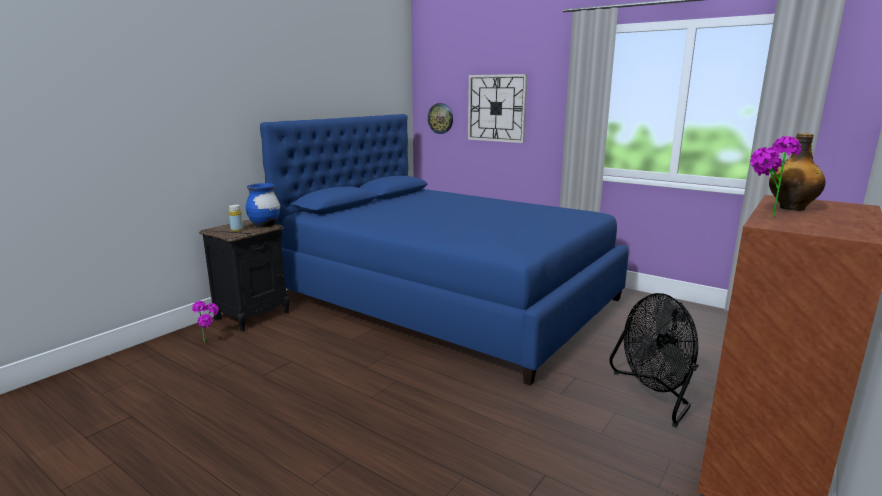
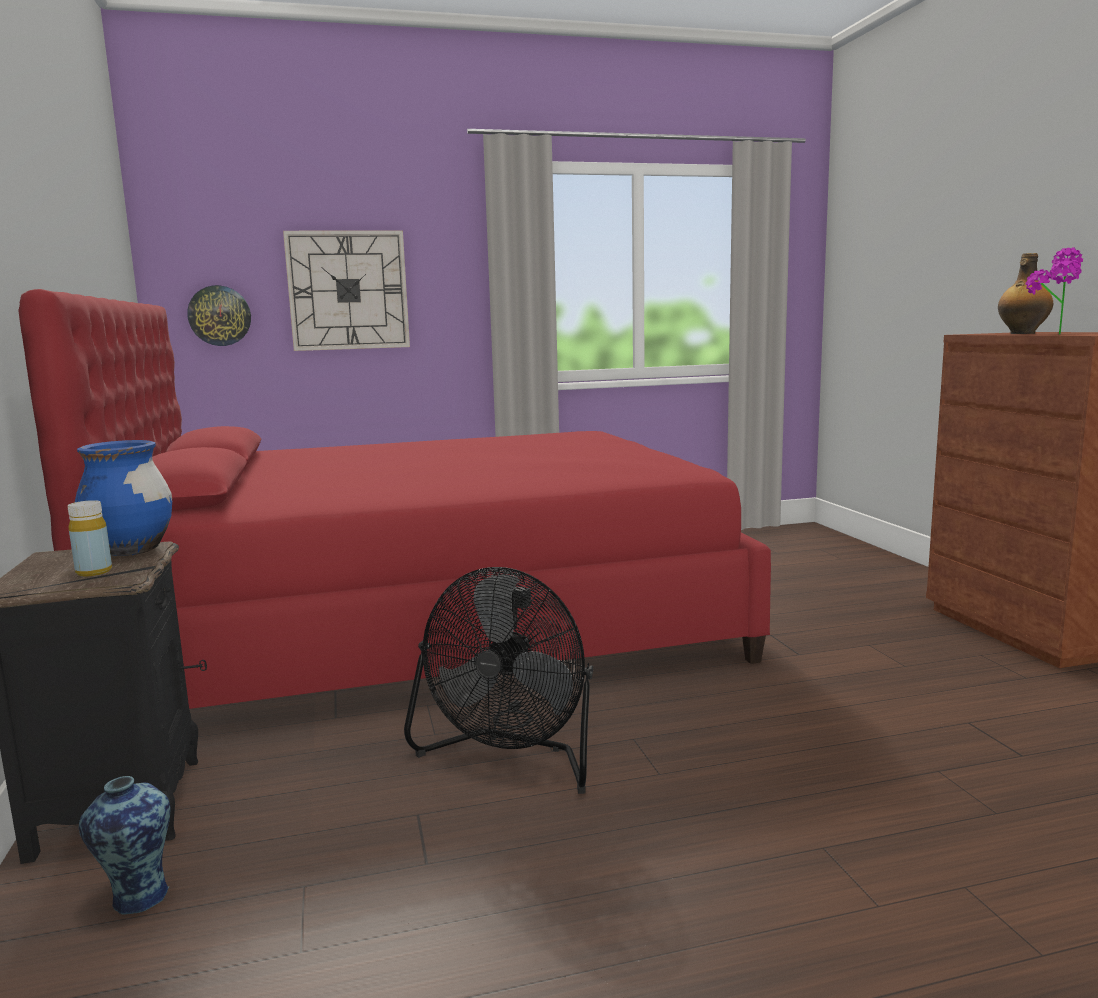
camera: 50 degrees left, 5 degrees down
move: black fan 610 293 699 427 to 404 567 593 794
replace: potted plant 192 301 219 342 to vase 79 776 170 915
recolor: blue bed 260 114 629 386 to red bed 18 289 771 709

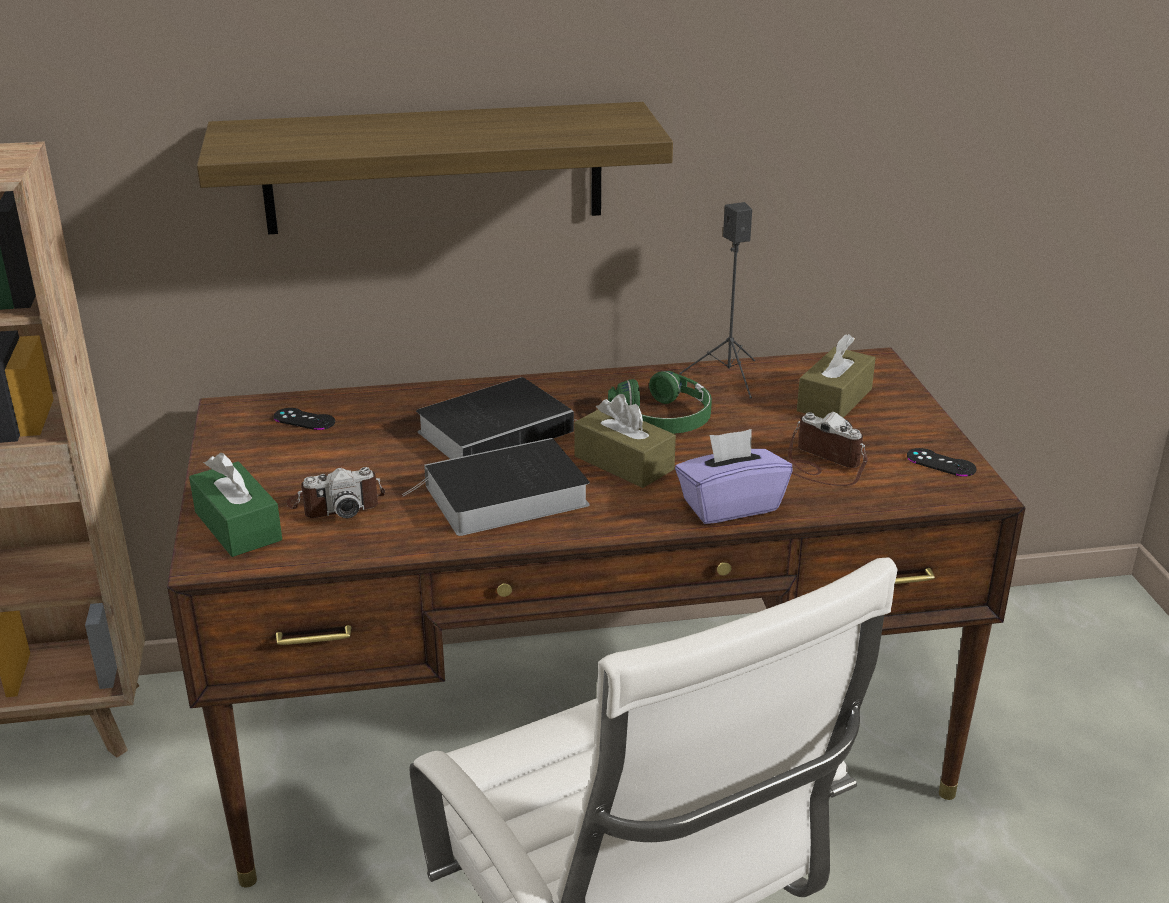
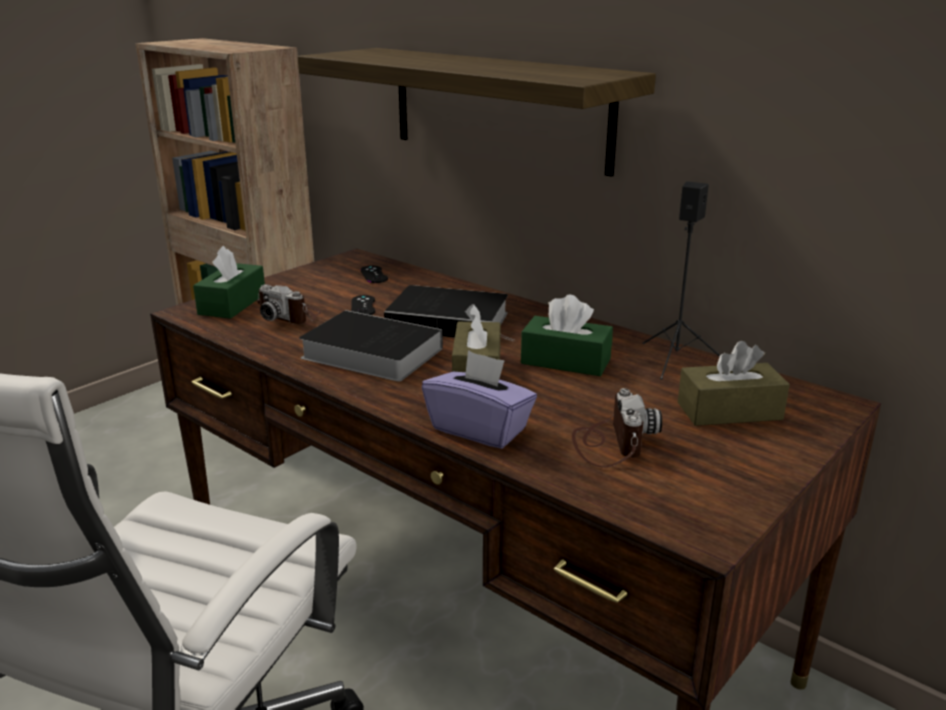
camera: 50 degrees right, 5 degrees down
move: black game controller 907 448 976 477 to 351 295 375 315
replace: green headphones 608 371 712 434 to green tissue box 521 295 613 376

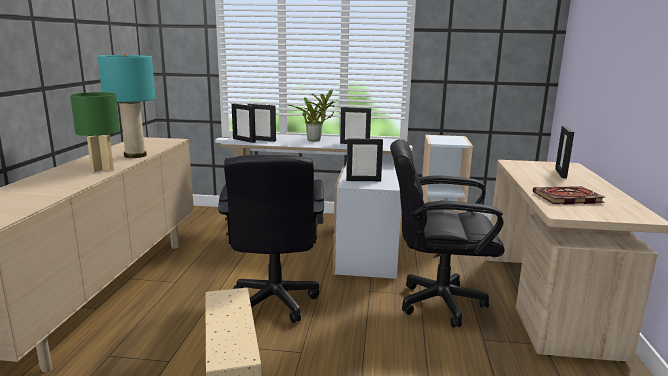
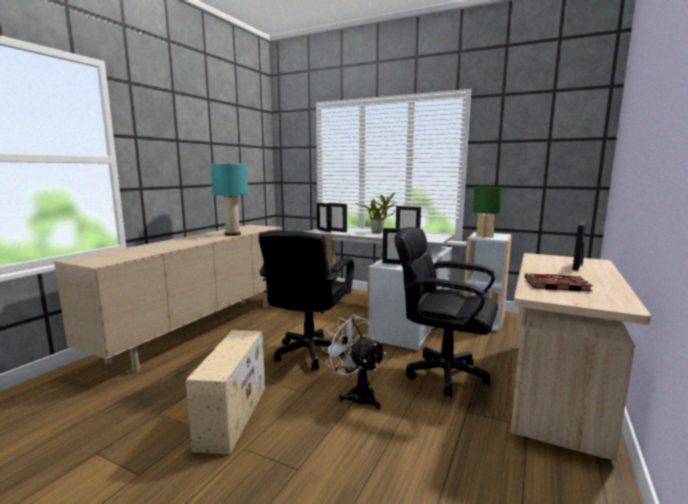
camera: 20 degrees right, 5 degrees down
insert: white fan 322 314 386 409
move: green table lamp 70 92 120 172 to 473 187 503 238

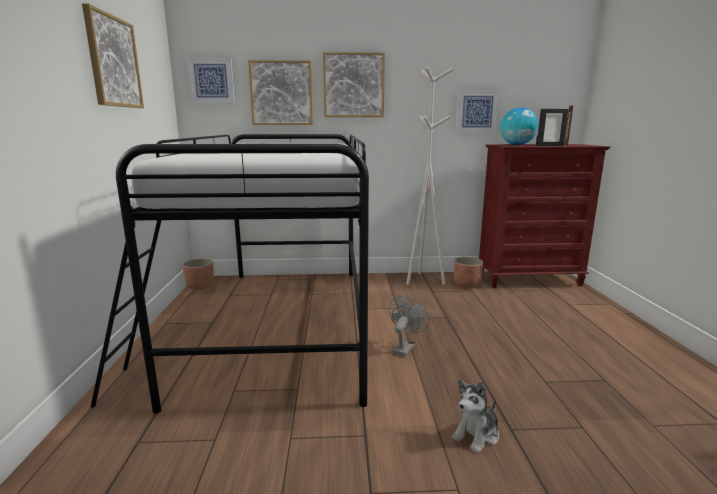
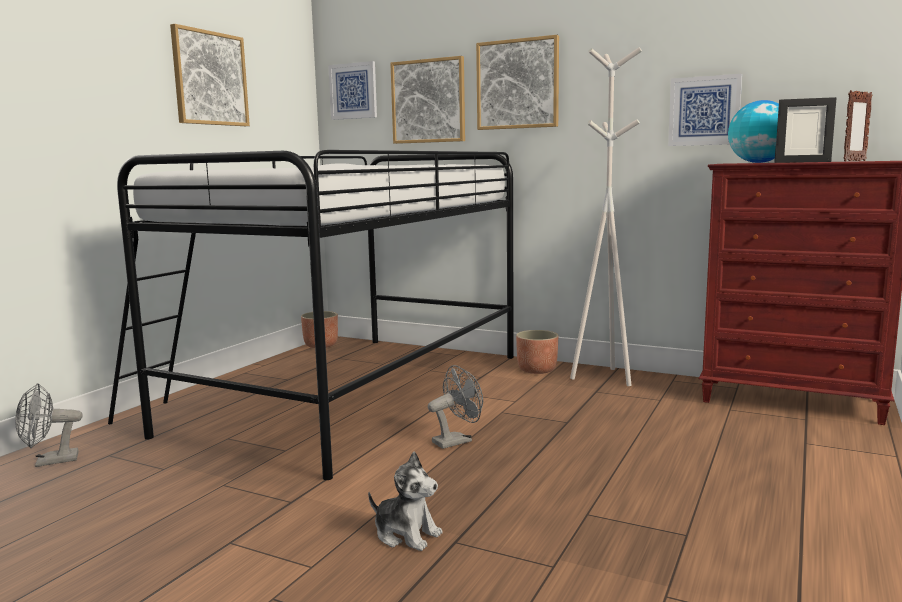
camera: 30 degrees right, 5 degrees down
insert: grey fan 15 383 82 467
move: planter 454 257 484 287 to 516 330 559 374
rotate: plush toy 452 379 499 453 = 368 452 443 551 135 degrees counterclockwise

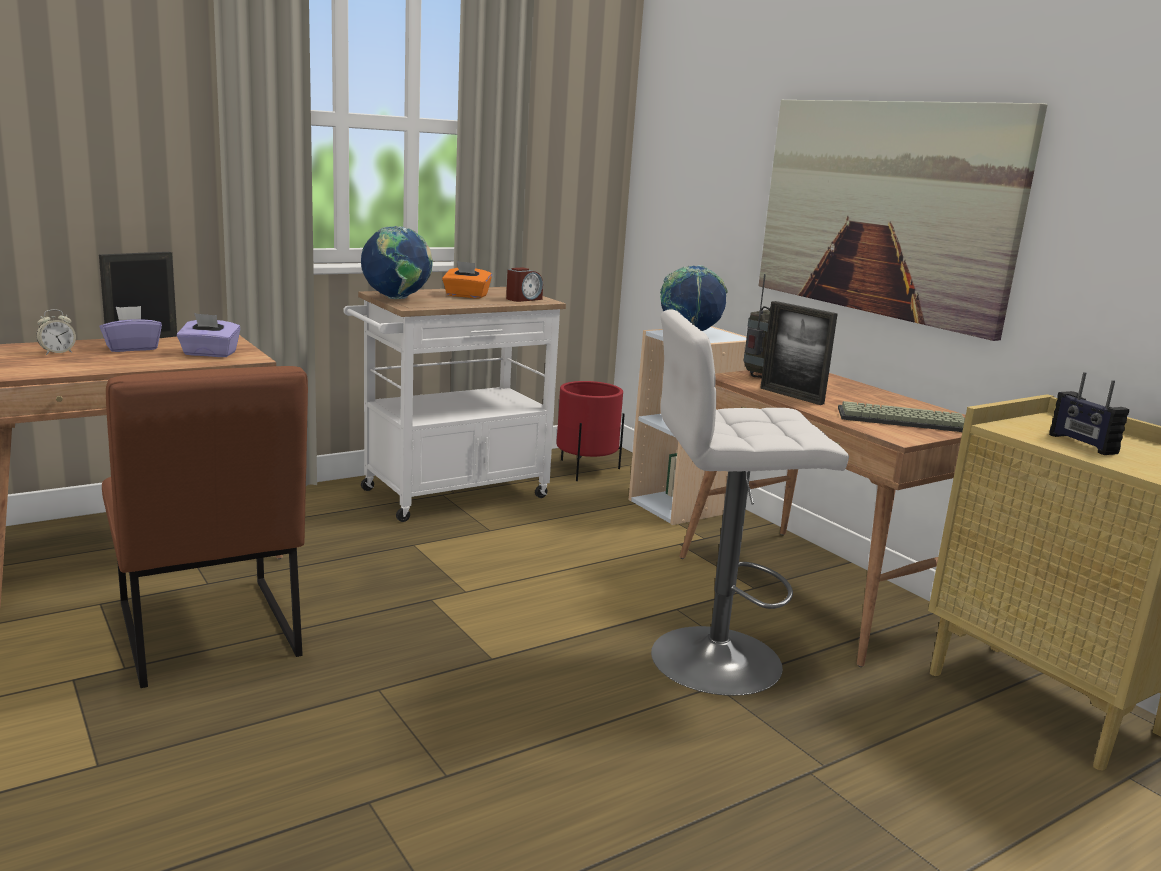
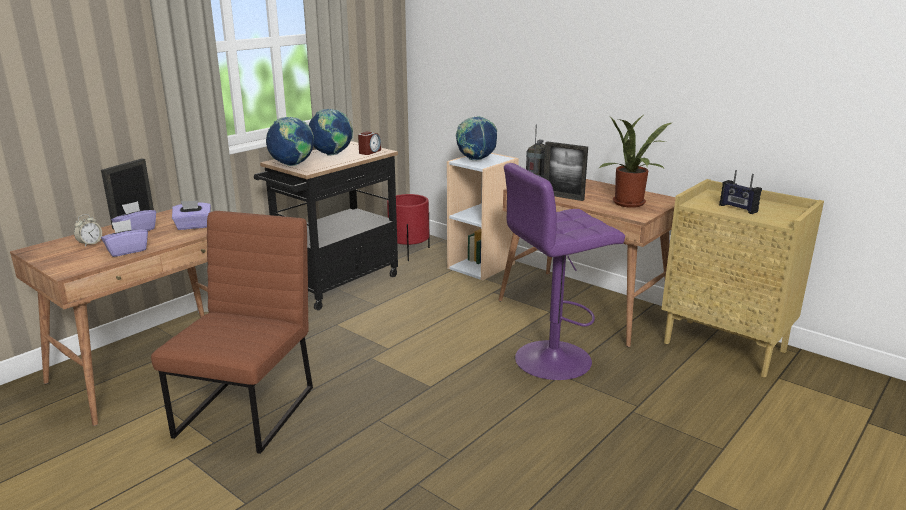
camera: 15 degrees left, 5 degrees up
delete: picture 759 99 1047 341
insert: purple tissue box 101 219 148 257
replace: orange tissue box 442 261 492 299 to globe 309 109 353 156; keyboard 838 401 965 432 to potted plant 598 115 671 208
recolor: white cart 343 287 566 522 to black cart 254 141 398 310; white stool 651 309 849 696 to purple stool 504 163 625 380
rotate: brown chair 102 366 308 688 = 151 211 313 454 120 degrees counterclockwise

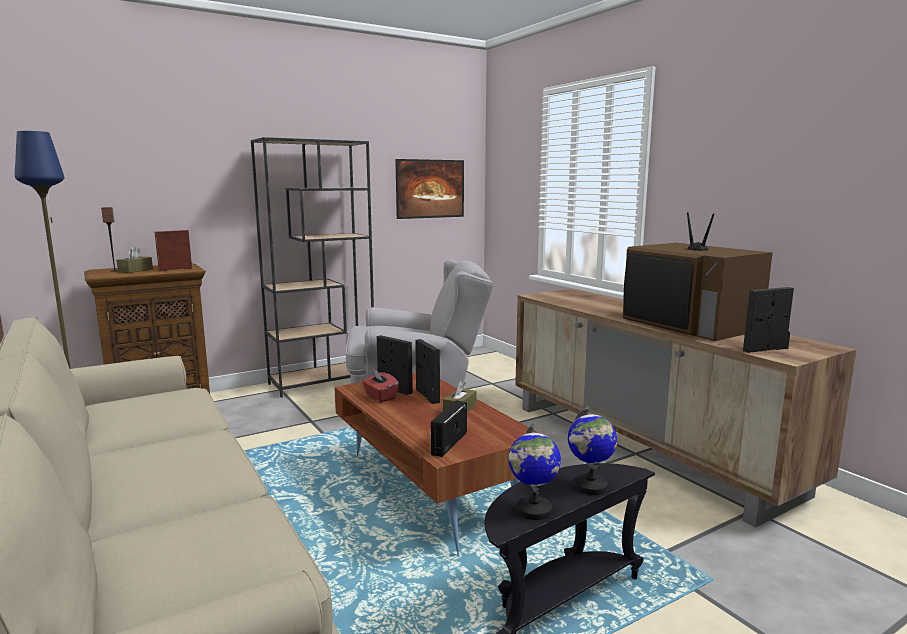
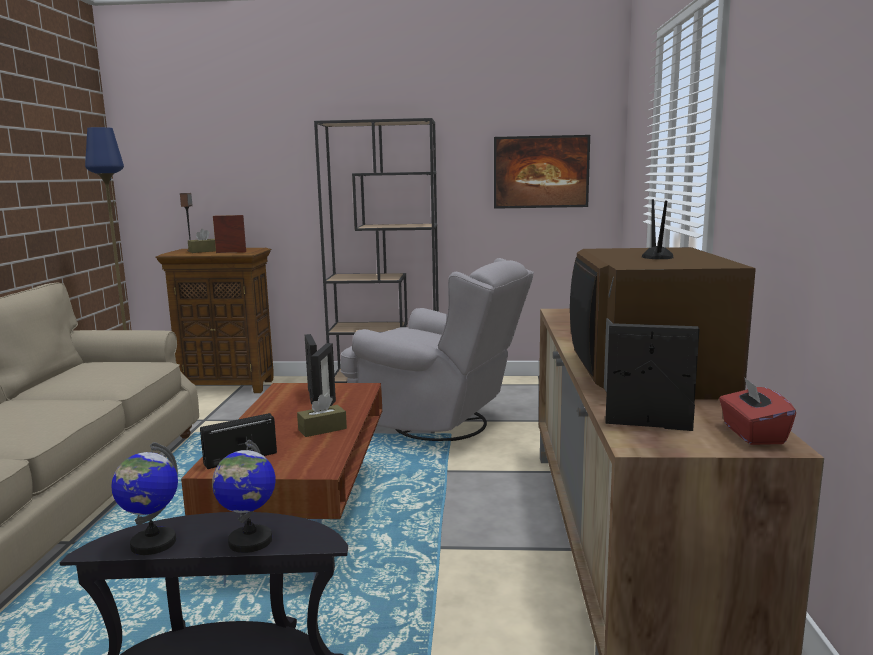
camera: 35 degrees right, 0 degrees up
move: red tissue box 362 369 399 402 to 719 377 796 445

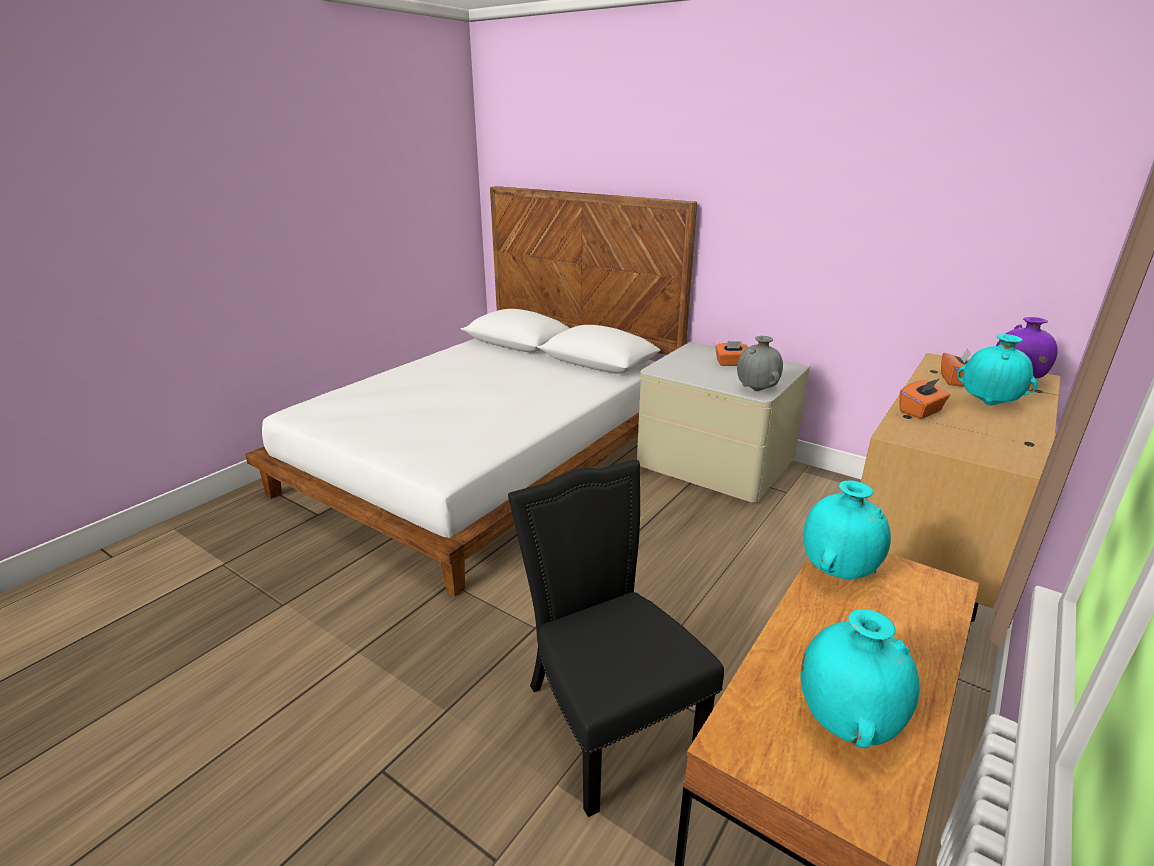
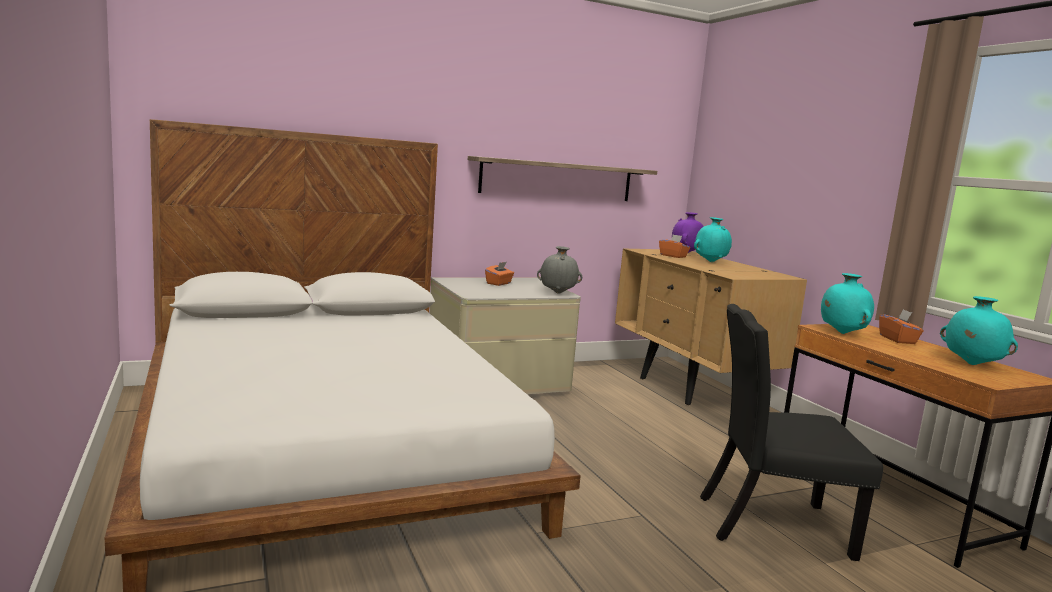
camera: 60 degrees left, 15 degrees down
insert: shelf 468 156 657 201
move: orange tissue box 899 378 950 419 to 879 309 924 344

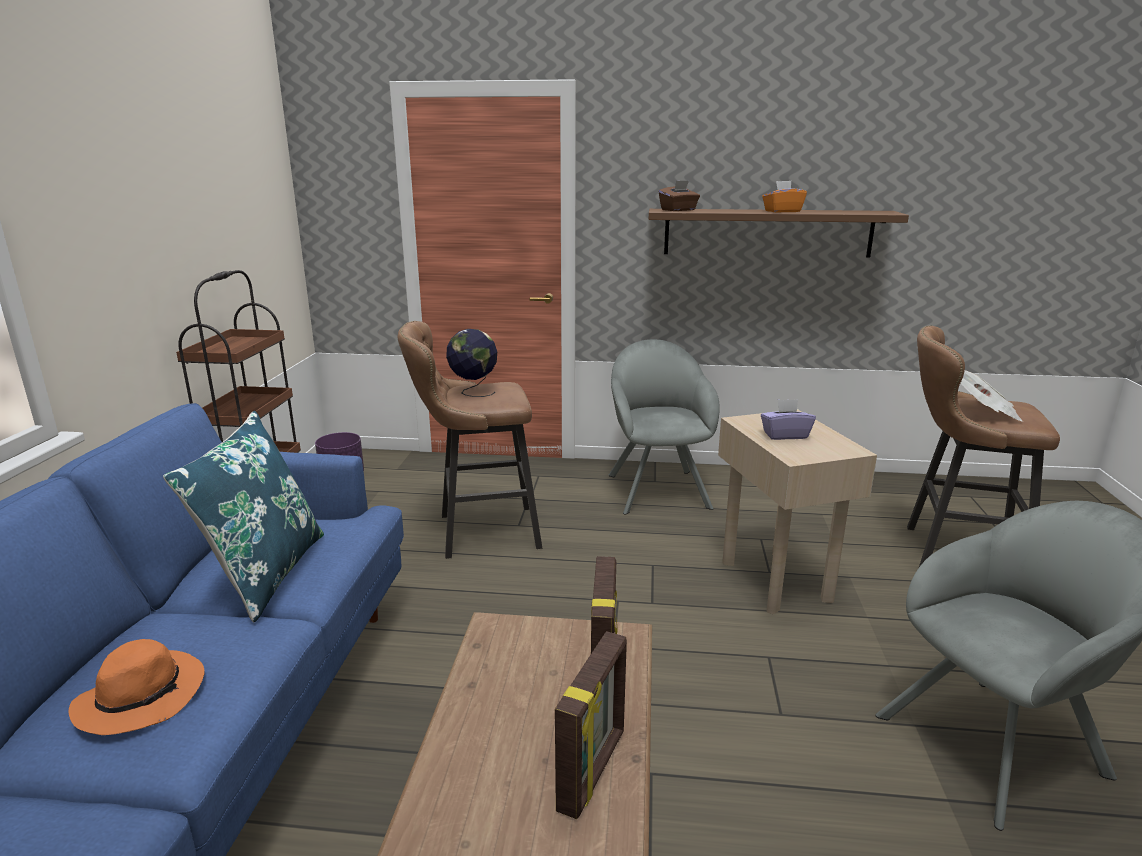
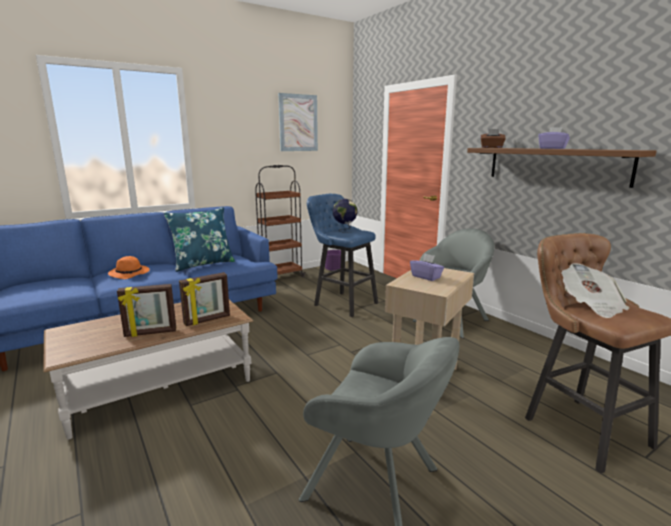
camera: 50 degrees right, 5 degrees down
insert: picture 278 93 318 151
recolor: brown stool 398 321 542 559 to blue stool 307 194 378 317; orange tissue box 762 181 807 213 to purple tissue box 538 127 570 149

